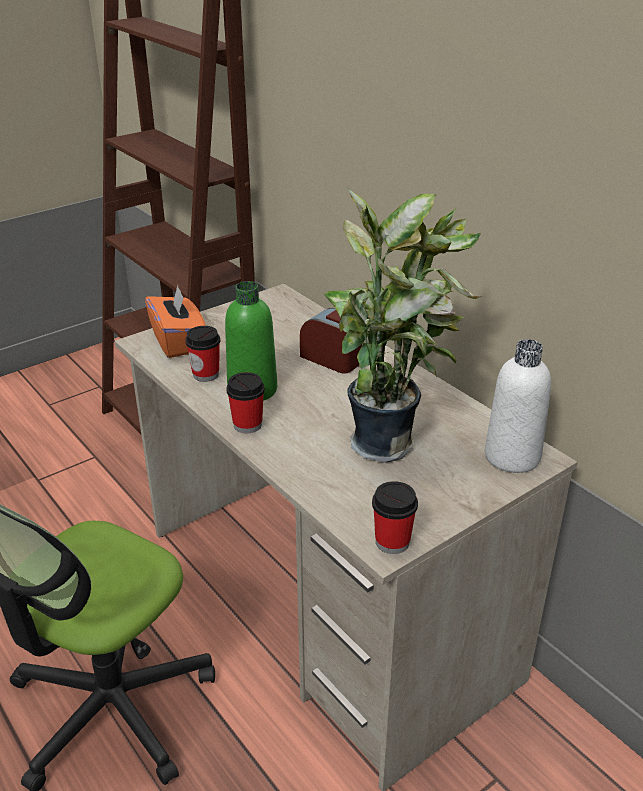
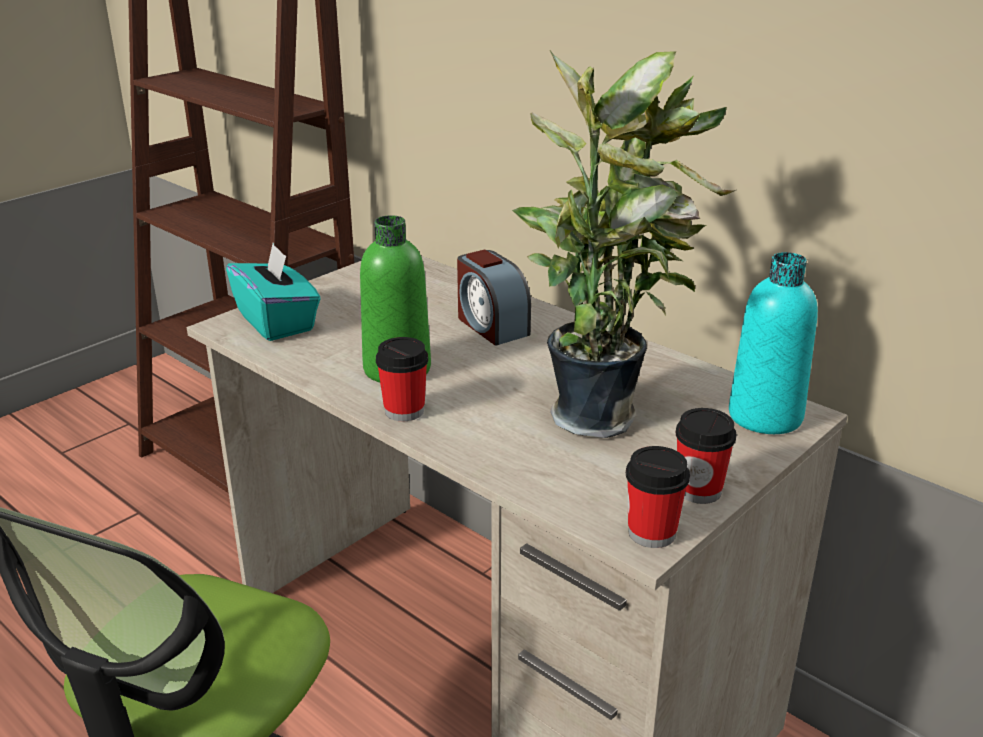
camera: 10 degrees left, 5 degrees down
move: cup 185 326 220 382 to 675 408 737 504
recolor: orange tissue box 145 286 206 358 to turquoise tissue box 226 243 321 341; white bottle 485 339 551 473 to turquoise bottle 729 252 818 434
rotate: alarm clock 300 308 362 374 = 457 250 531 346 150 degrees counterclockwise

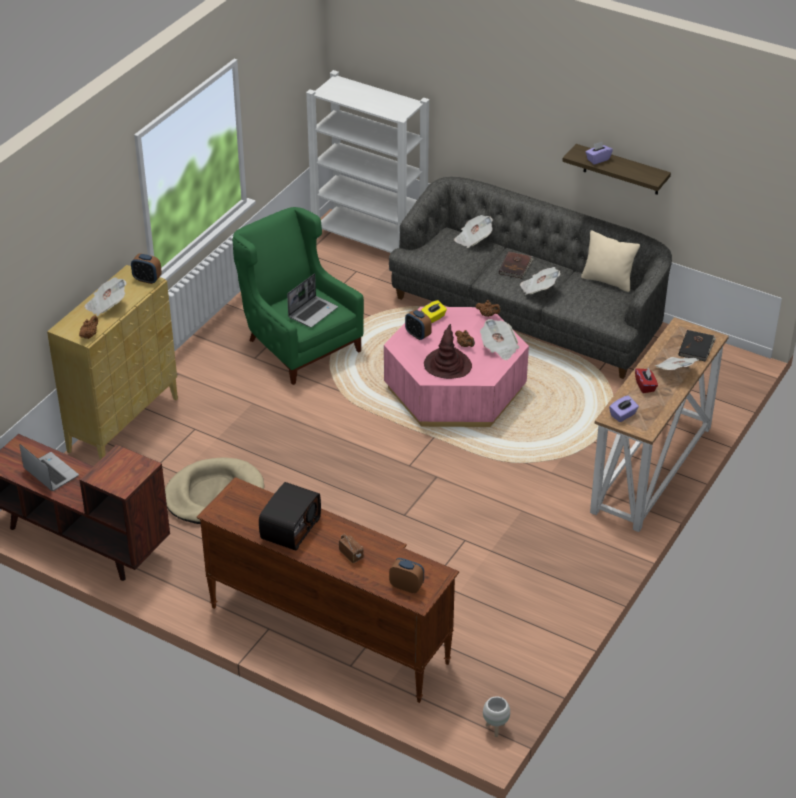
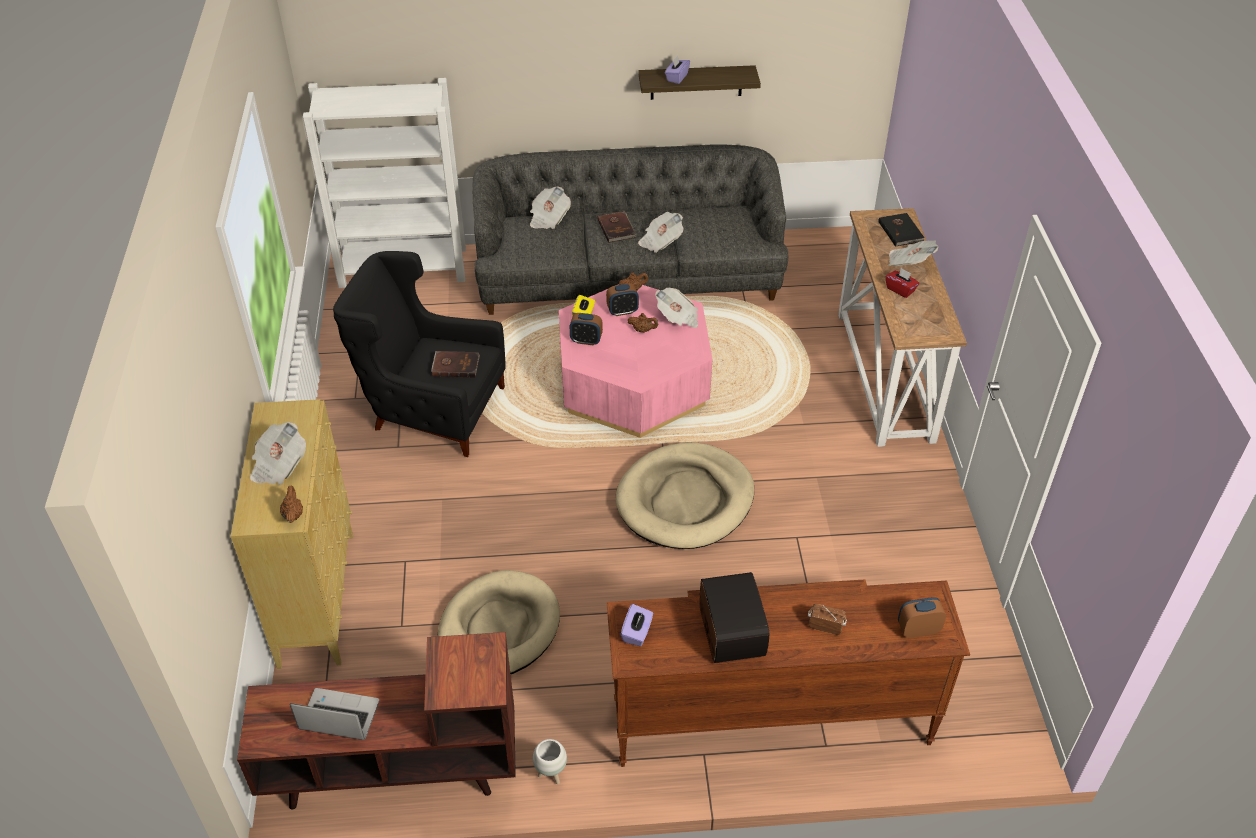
camera: 35 degrees left, 5 degrees up
delete: brown hat 424 324 472 379; beige pillow 581 230 640 292
insert: beige dog bed 615 442 754 549
move: white planter 483 696 510 737 to 533 739 567 784; alarm clock 131 253 162 284 to 606 284 639 316; purple tissue box 609 396 639 422 to 621 604 653 646
replace: laptop 287 273 338 327 to brown book 431 351 480 378
recolor: green armchair 232 207 364 385 to black armchair 333 251 506 457

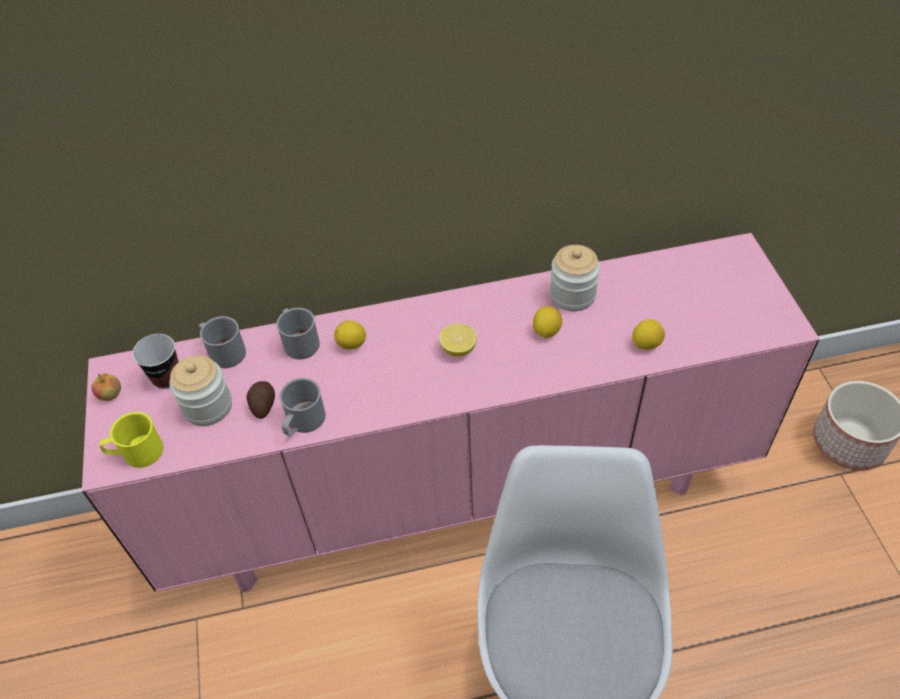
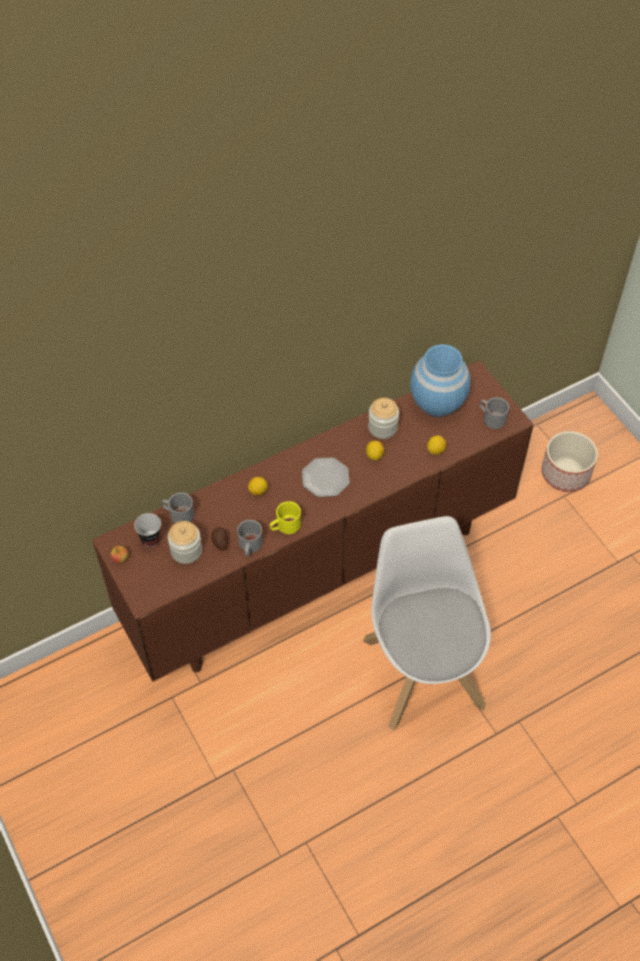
camera: 20 degrees left, 5 degrees up
insert: blue vase 410 344 471 417
move: yellow mug 100 412 163 468 to 270 501 301 534; grey mug 276 308 320 359 to 480 397 509 429
replace: lemon 439 323 477 356 to plate 302 457 350 497
recolor: pink cabinet 82 233 820 592 to brown cabinet 92 360 534 682

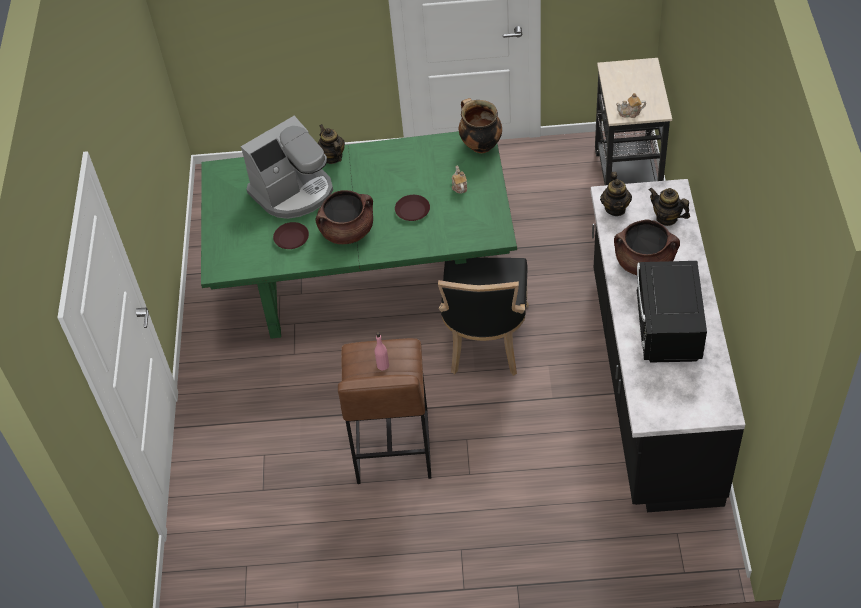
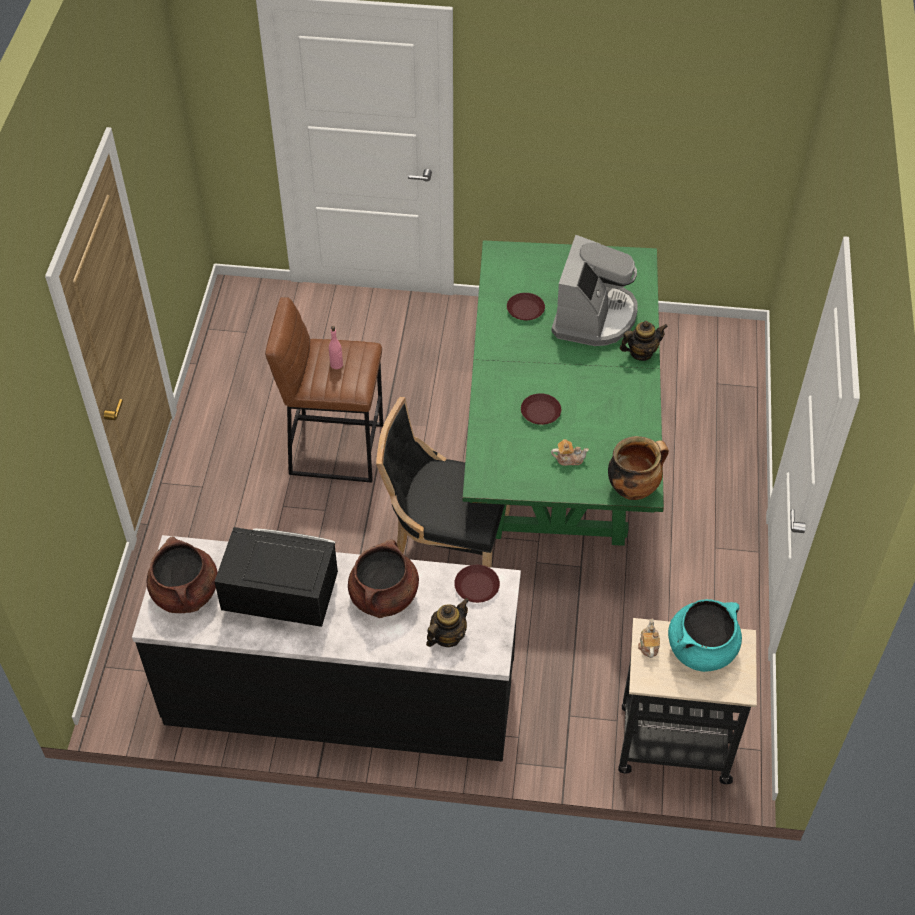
camera: 95 degrees right, 0 degrees up
insert: turquoise cooking pot 668 599 742 672
move: brown cooking pot 315 190 373 244 to 147 537 218 613
replace: teapot 600 172 632 216 to brown plate 454 565 500 603
rotate: coffee machine 241 116 333 219 = 551 235 638 346 135 degrees counterclockwise

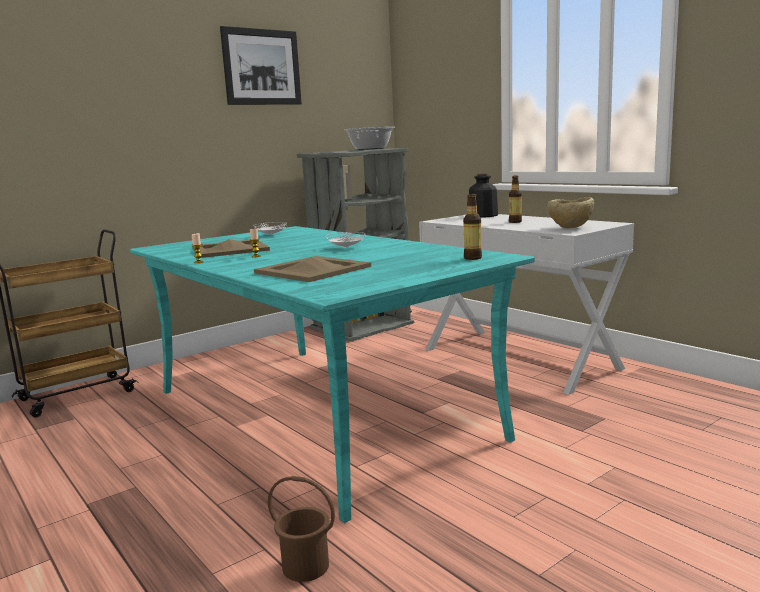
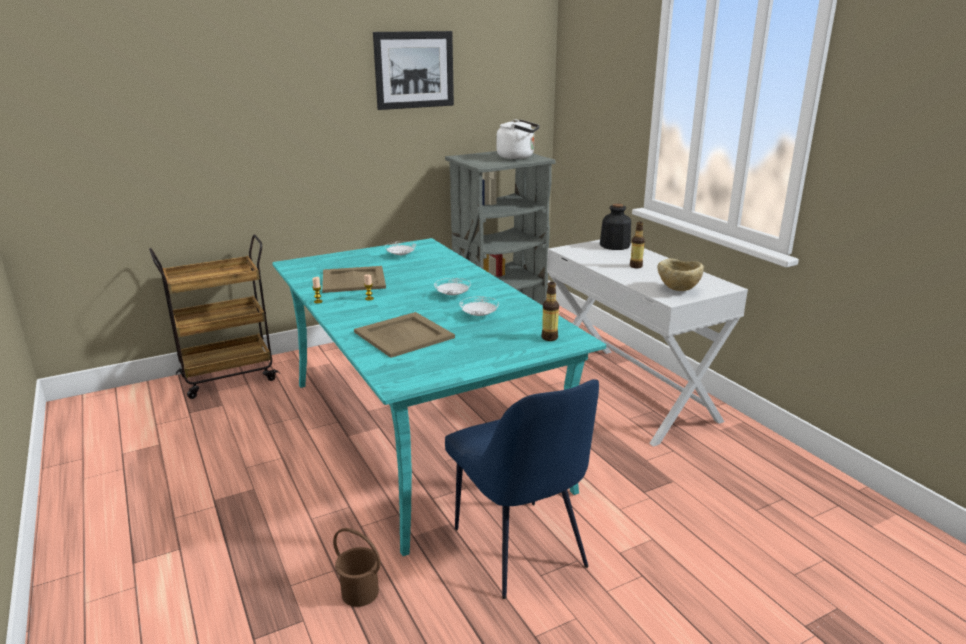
camera: 10 degrees right, 10 degrees up
insert: blue chair 445 379 599 599; white plate 459 296 499 316
replace: cooking pot 344 127 395 150 to white kettle 496 119 540 159

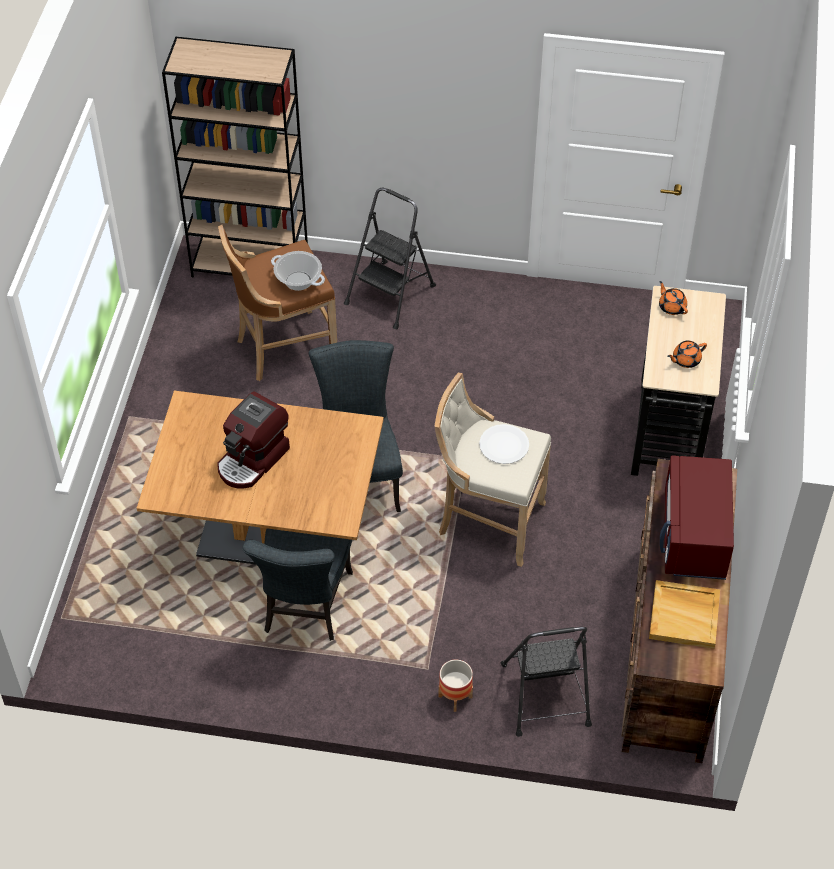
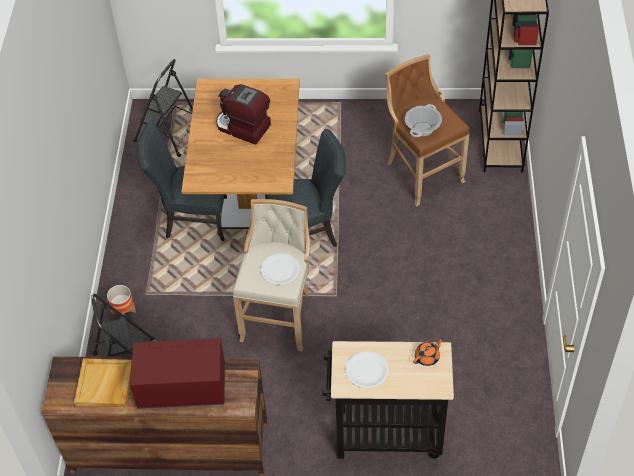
camera: 85 degrees right, 0 degrees up
move: black step ladder 344 188 436 329 to 133 59 193 157
replace: orange teapot 667 341 707 368 to white plate 345 351 389 388

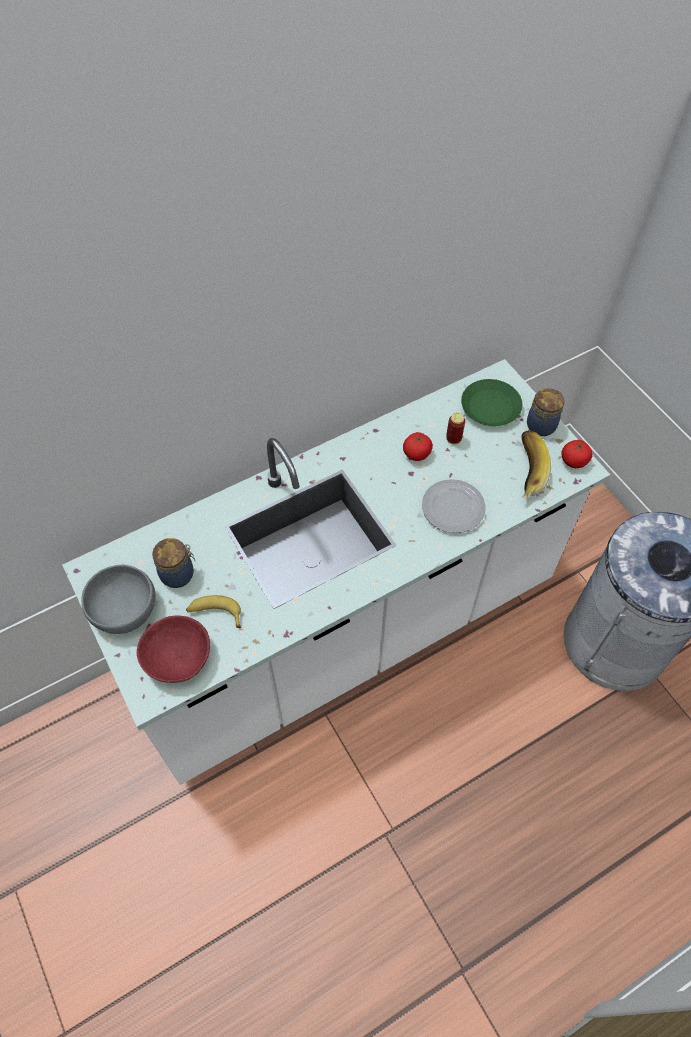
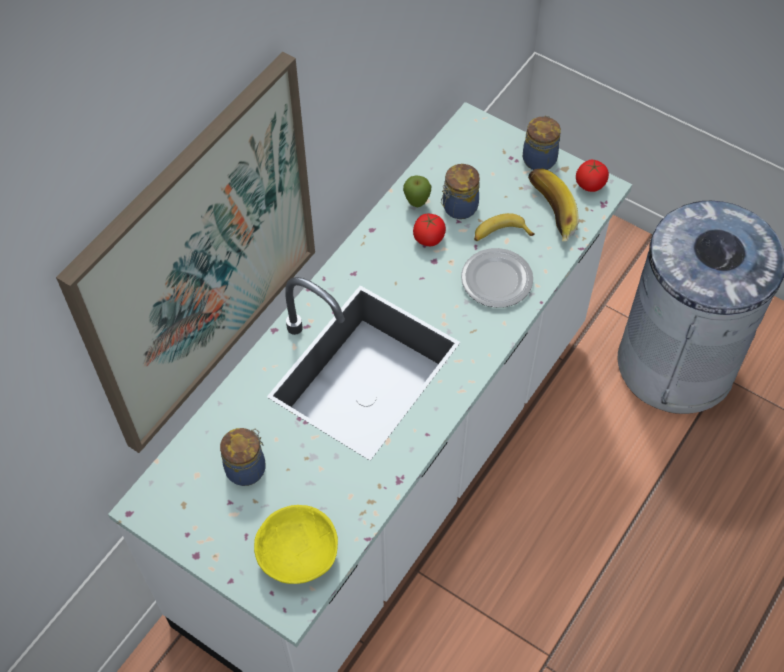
camera: 25 degrees left, 0 degrees up
delete: grey bowl 81 565 156 634; green plate 461 379 523 426
insert: picture 56 52 315 453; apple 403 176 431 207
move: banana 186 595 241 628 to 474 213 535 241
replace: can 446 412 465 444 to jar 441 164 480 219
recolor: red bowl 137 616 210 683 to yellow bowl 254 505 338 584

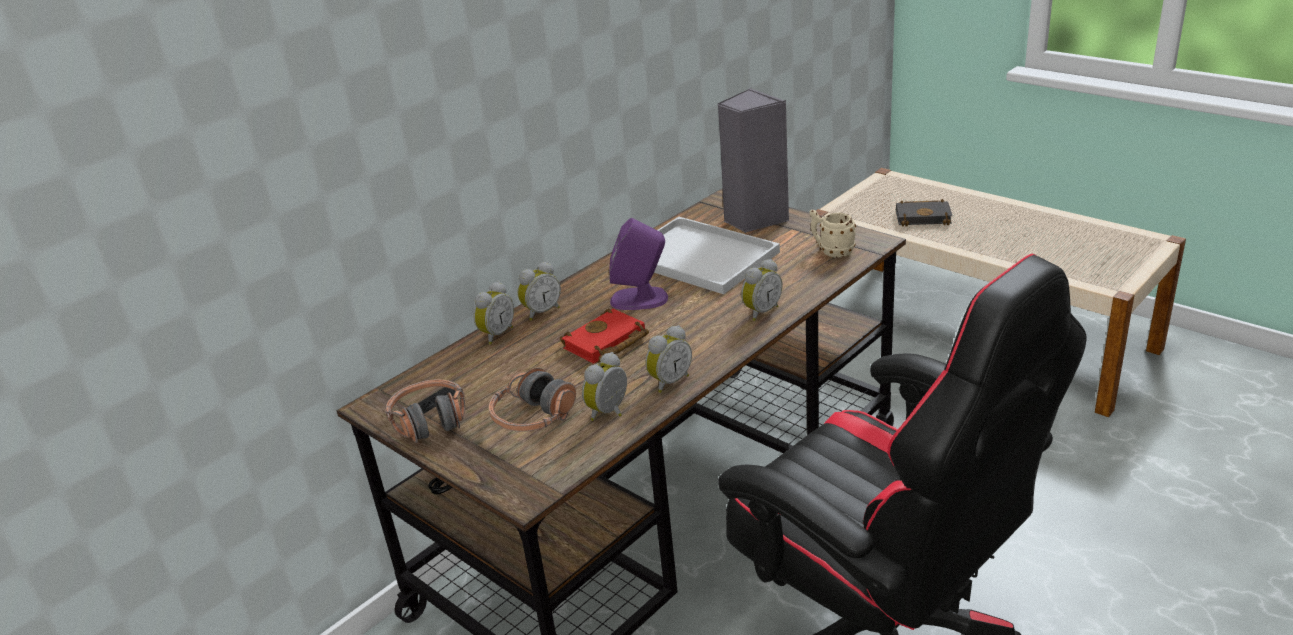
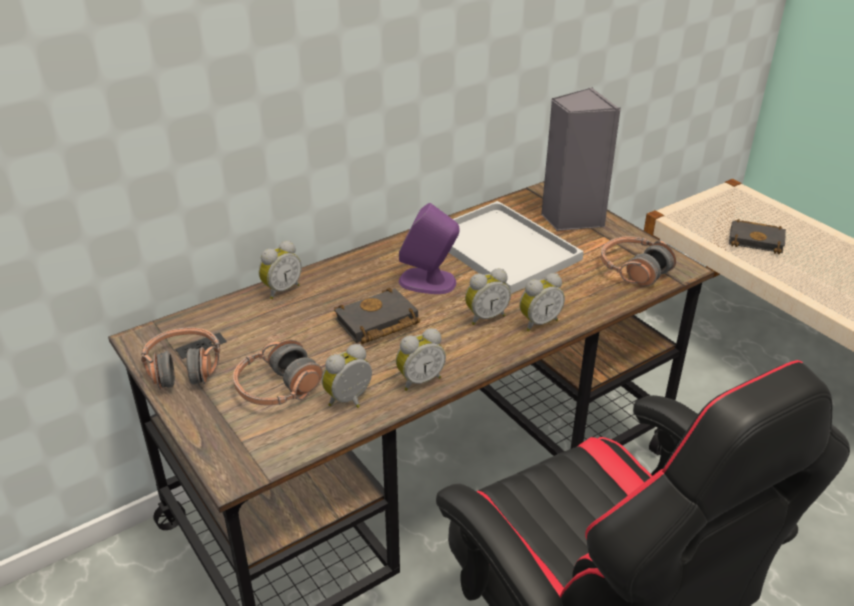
camera: 10 degrees right, 5 degrees up
move: alarm clock 518 261 561 321 to 465 268 511 325
replace: beige mug 809 210 856 258 to headphones 601 236 676 286
recolor: red book 560 308 649 364 to black book 334 288 420 344

